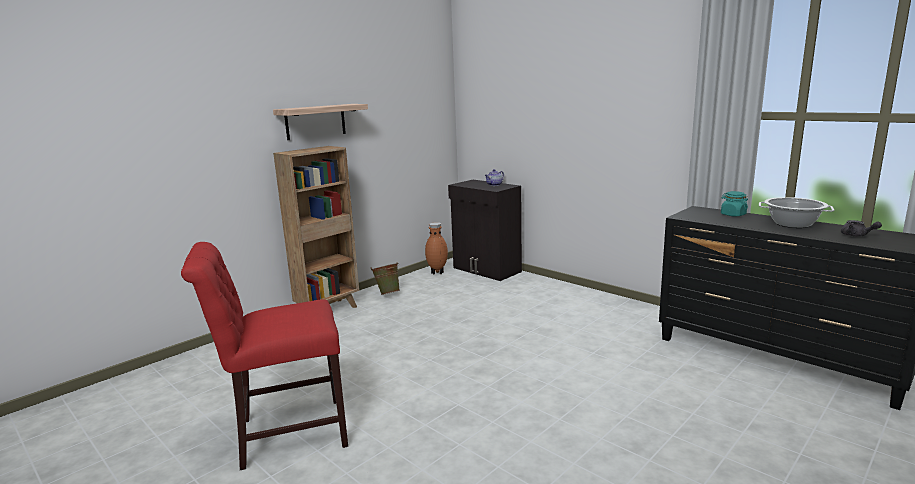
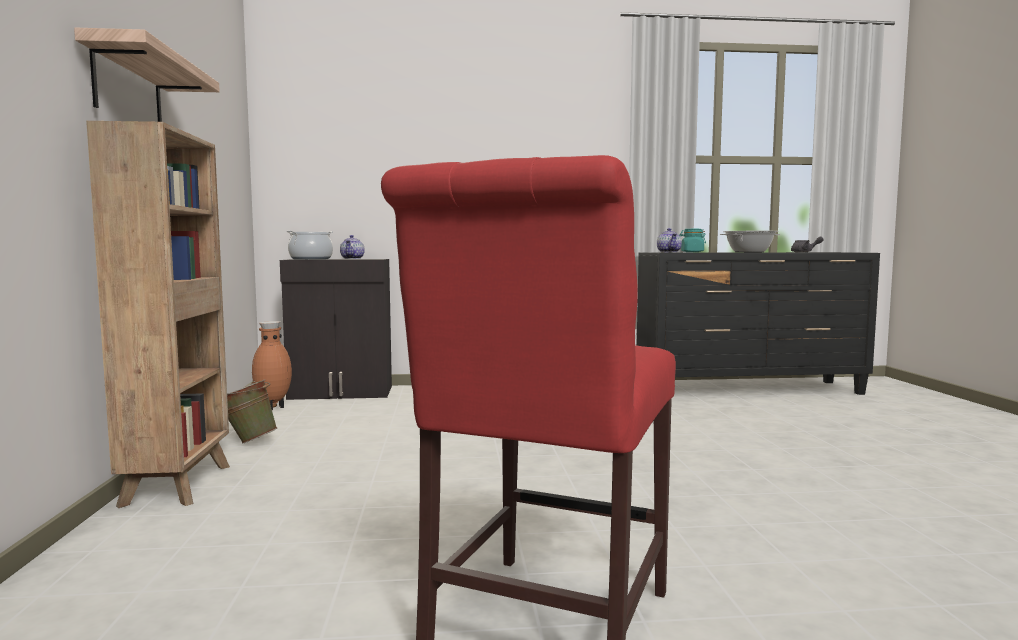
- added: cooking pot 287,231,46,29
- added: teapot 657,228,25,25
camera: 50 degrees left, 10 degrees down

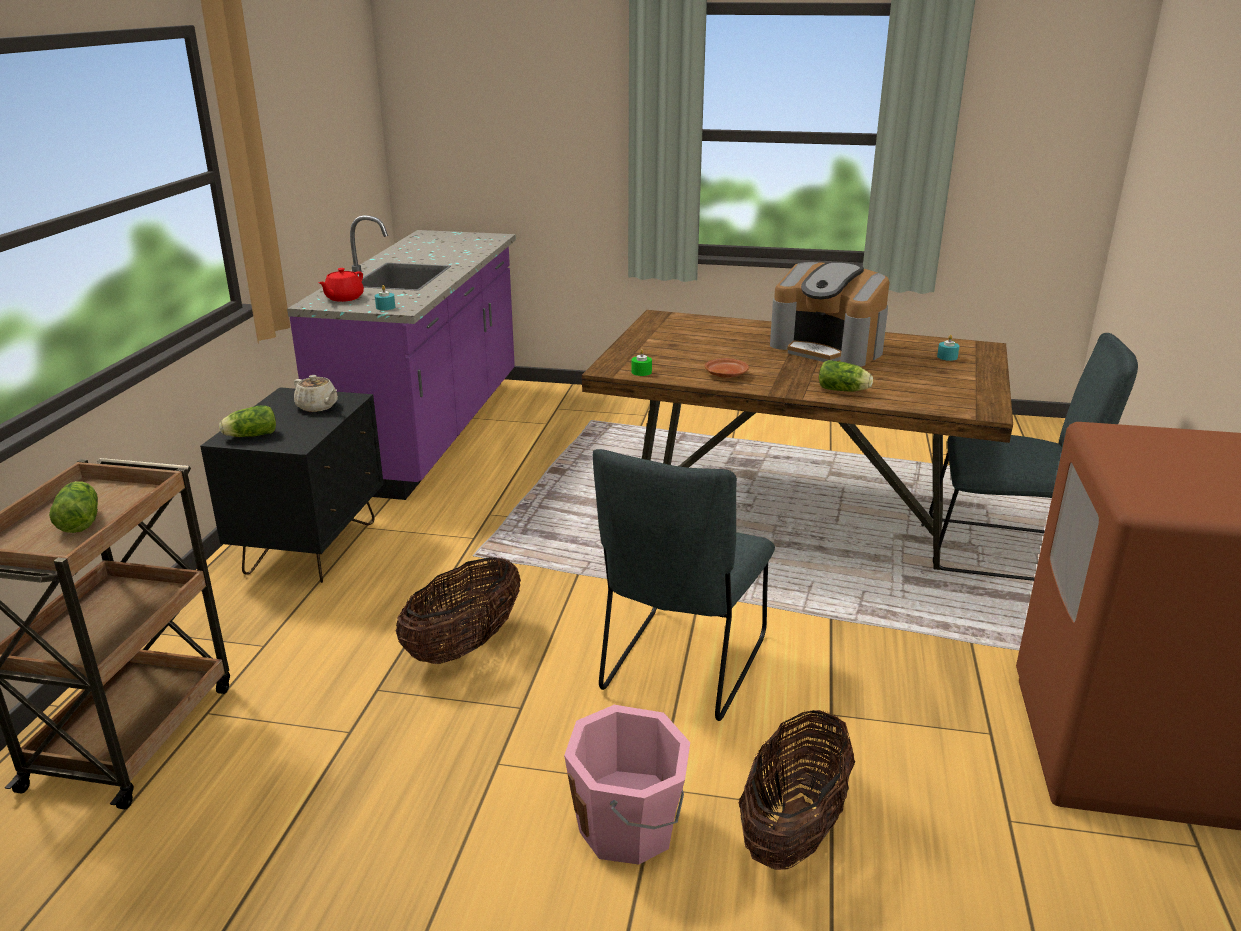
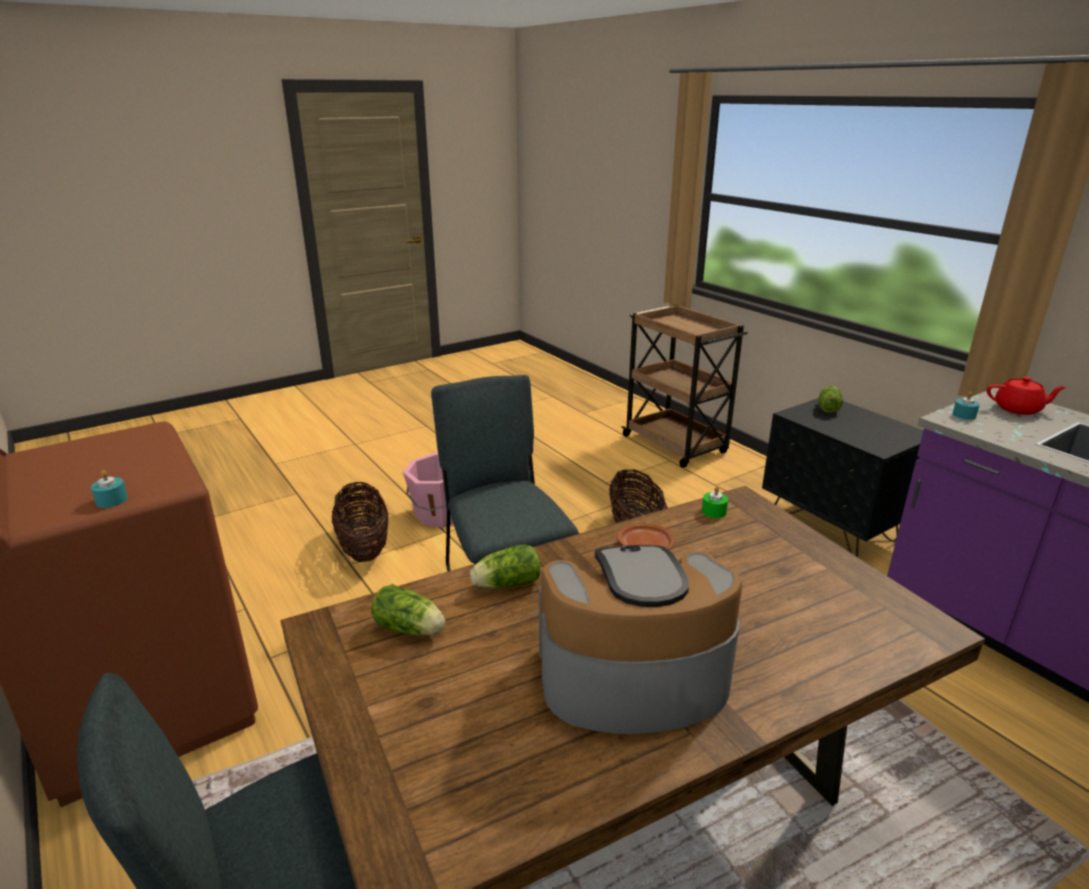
- moved: lettuce 49,481,49,52 to 371,584,74,51
- removed: teapot (beige) 294,375,44,37
- turned: teapot (red) 318,268,46,34 = 987,377,80,38 120 degrees clockwise
- moved: candle (turquoise) 937,335,22,26 to 91,470,37,38
camera: 135 degrees right, 0 degrees up

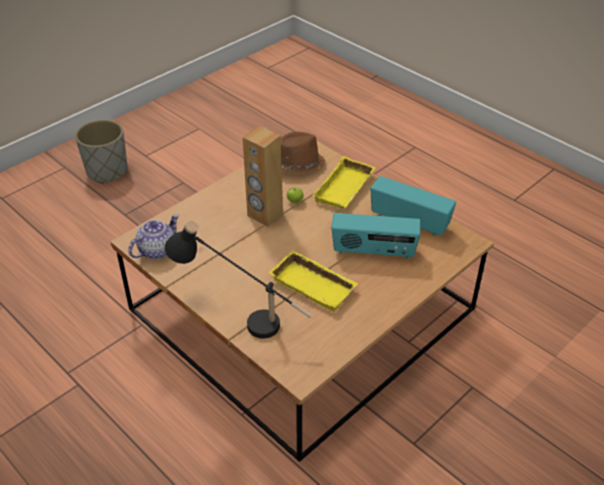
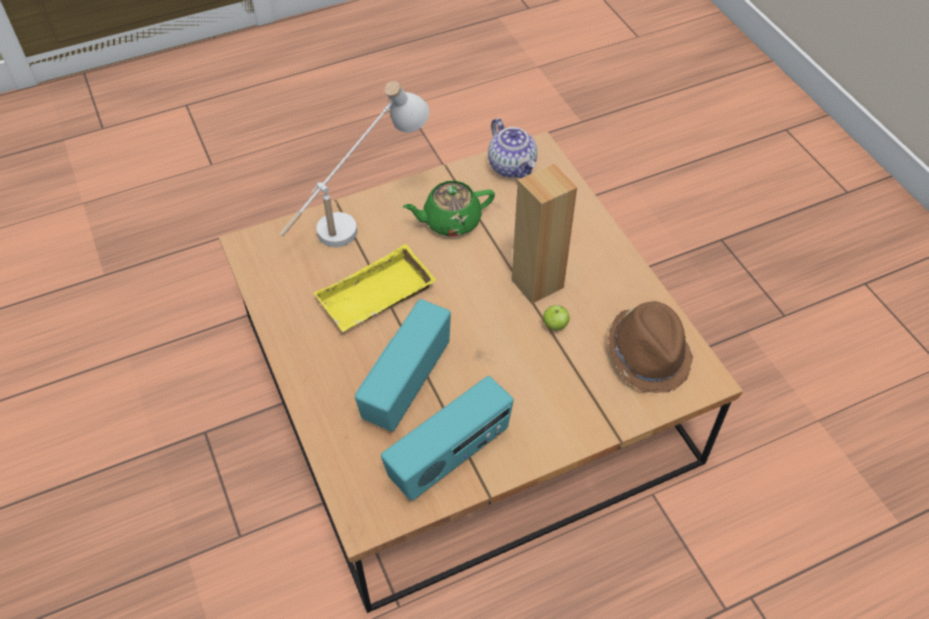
- removed: planter (grey) 75,120,52,64
- recoloured: table lamp (black) 165,221,147,118 to table lamp (white) 279,81,150,166
- removed: tray (yellow) 313,156,63,53
- added: teapot (green) 403,181,92,55
camera: 110 degrees right, 10 degrees up

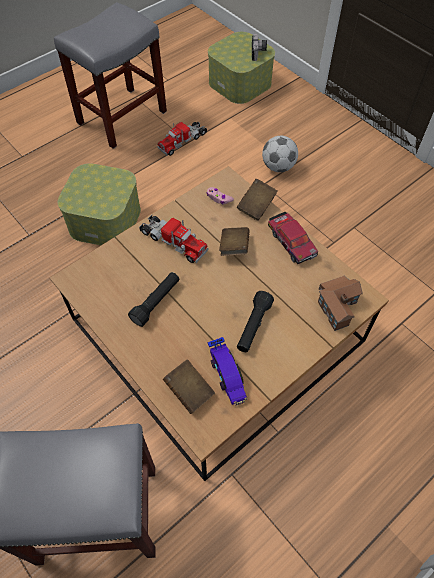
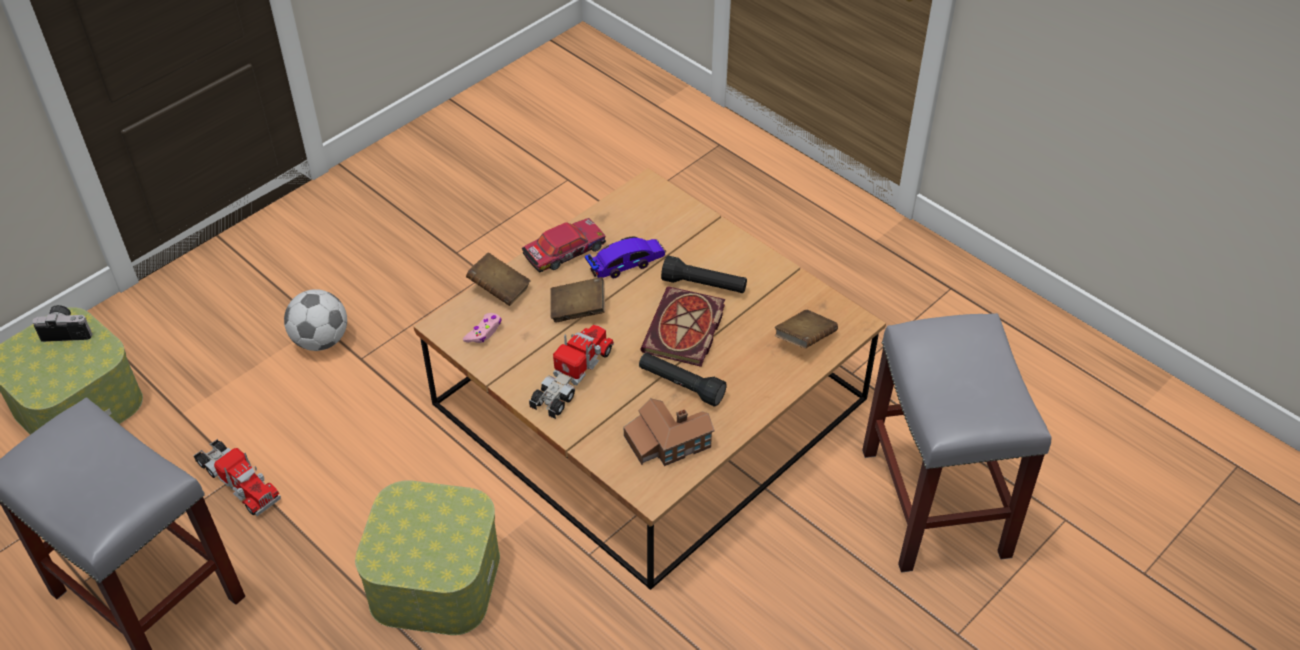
- moved: toy car 208,337,39,69 to 585,237,81,41
- moved: toy house 318,275,45,56 to 624,398,90,68
- added: book 641,286,84,81
camera: 95 degrees left, 10 degrees down

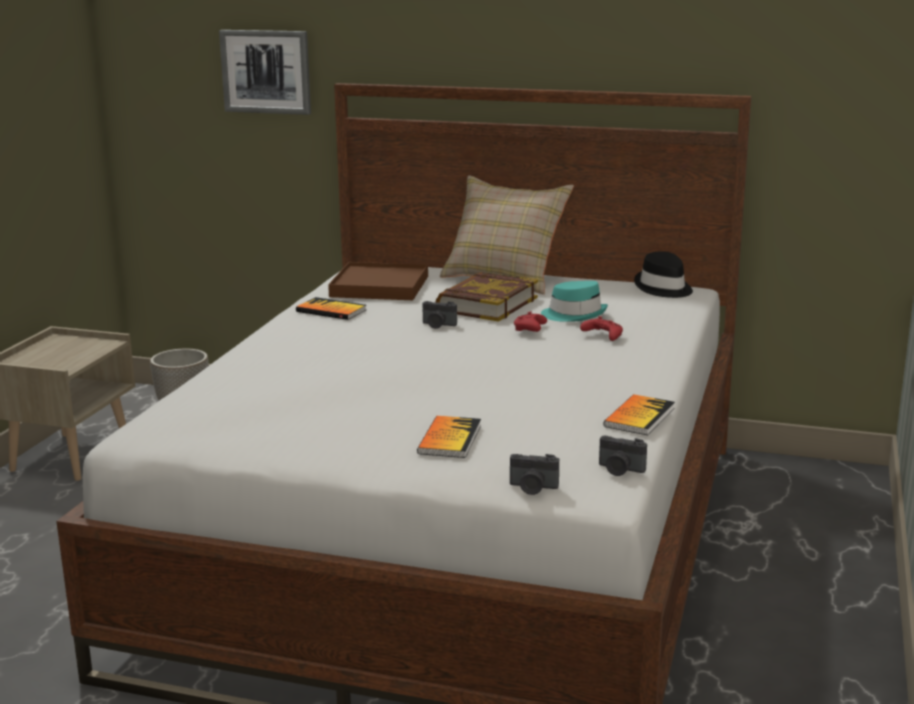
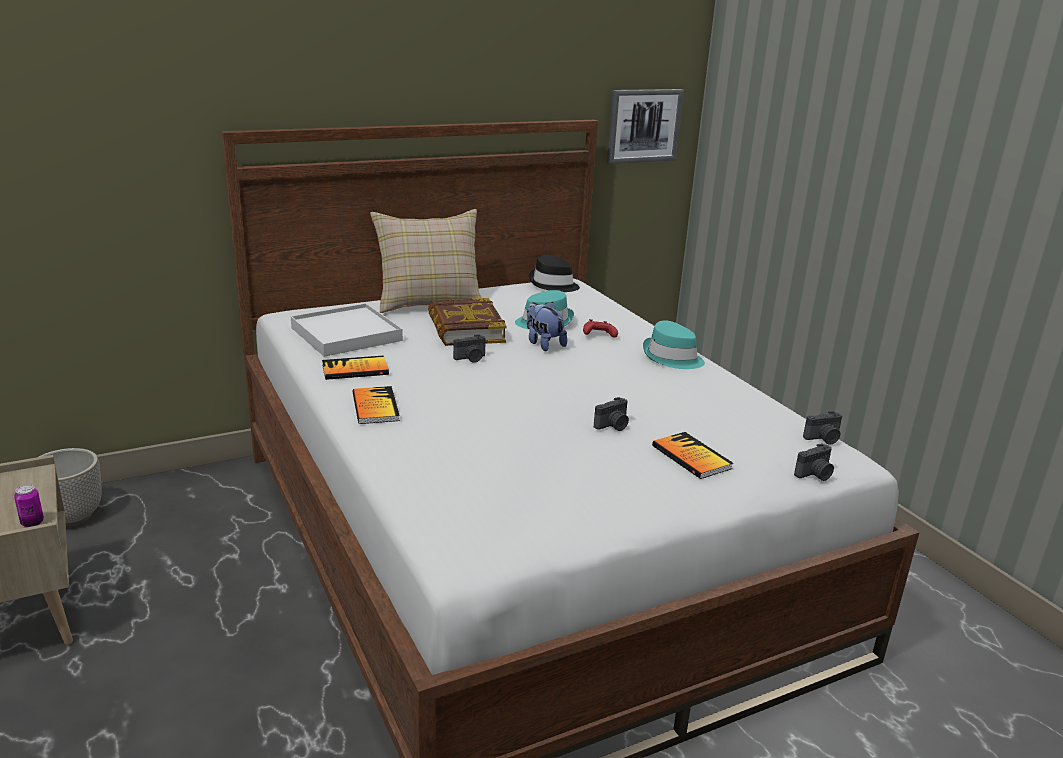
- moved: picture 219,30,92,85 to 607,89,77,75
- recoloured: tray (brown) 328,262,100,38 to tray (white) 291,303,112,54
- replaced: game controller (red) 514,312,33,20 to plush toy 527,302,40,49
- moved: book 603,394,72,41 to 352,386,48,38
- added: can 14,485,30,42
- added: photo camera 594,397,35,34
- added: hat (turquoise) 643,320,62,49
camera: 45 degrees left, 5 degrees up

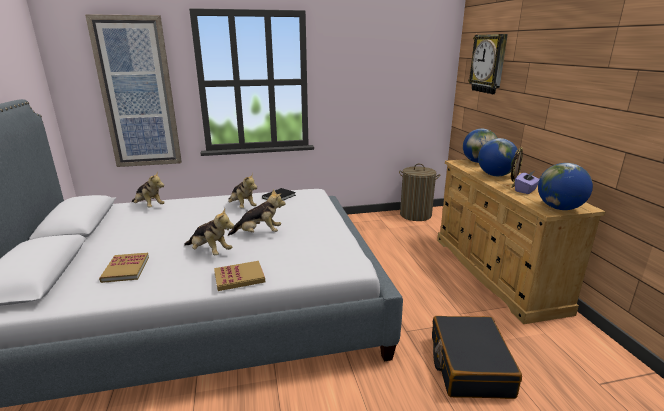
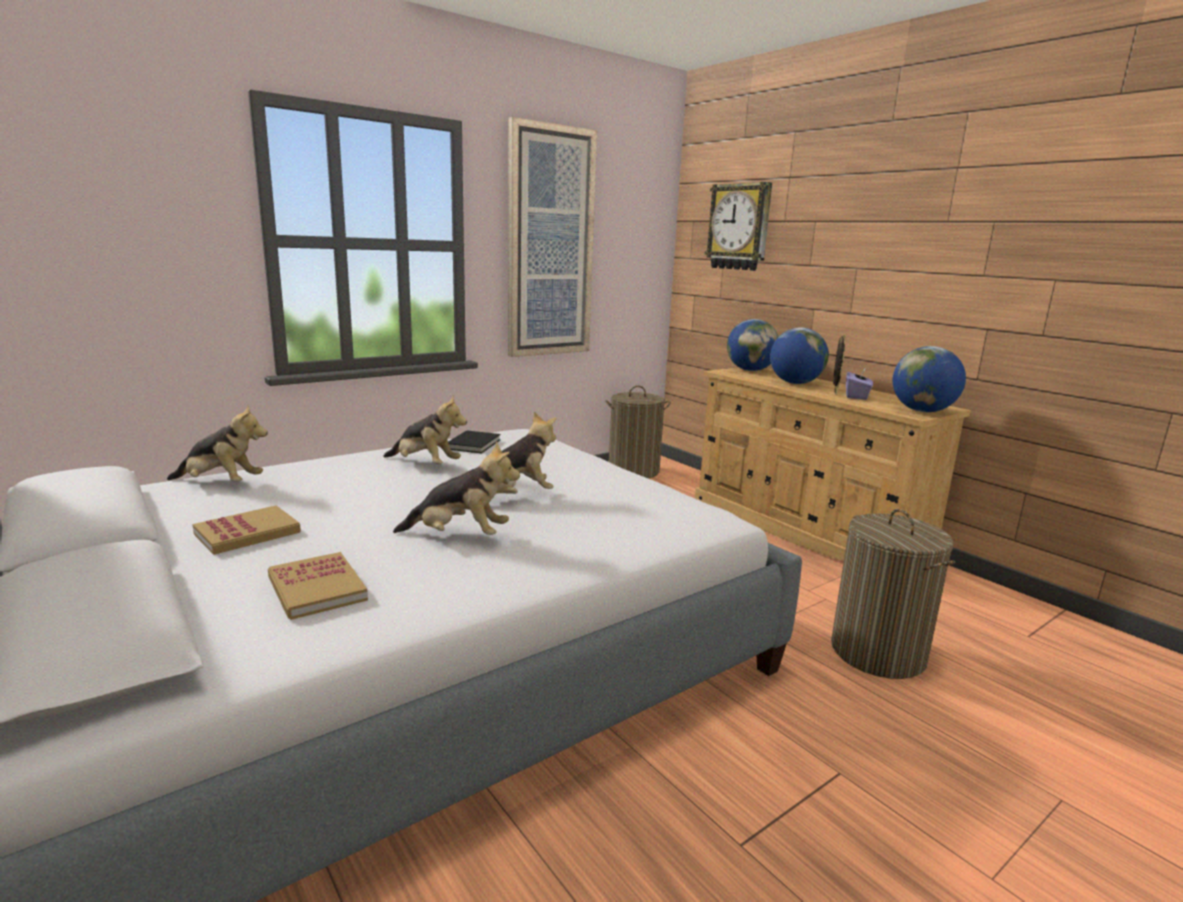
- moved: picture 85,14,97,153 to 508,117,89,240
- moved: book 214,261,51,30 to 192,505,109,50
- replaced: suitcase (black) 432,316,90,83 to laundry basket 831,509,124,170
camera: 25 degrees left, 5 degrees down

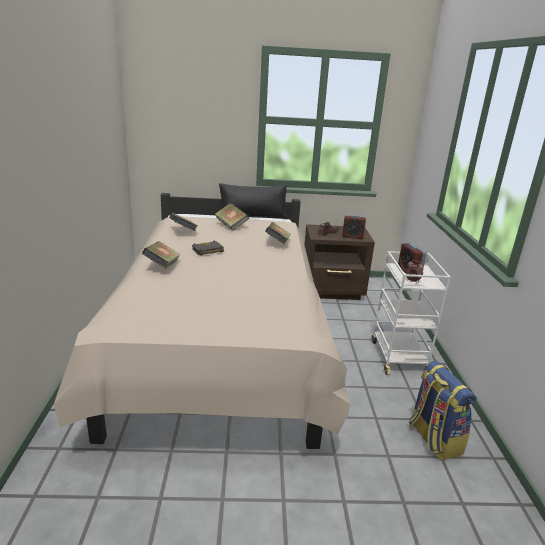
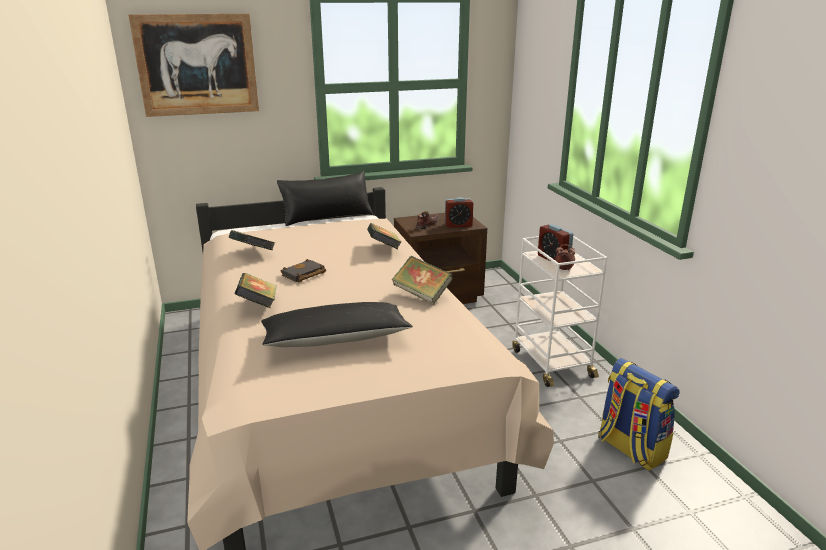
- moved: book 215,203,34,28 to 392,256,61,48
- added: picture 128,14,131,103
- added: pillow (black) 261,302,152,45
camera: 15 degrees left, 0 degrees up

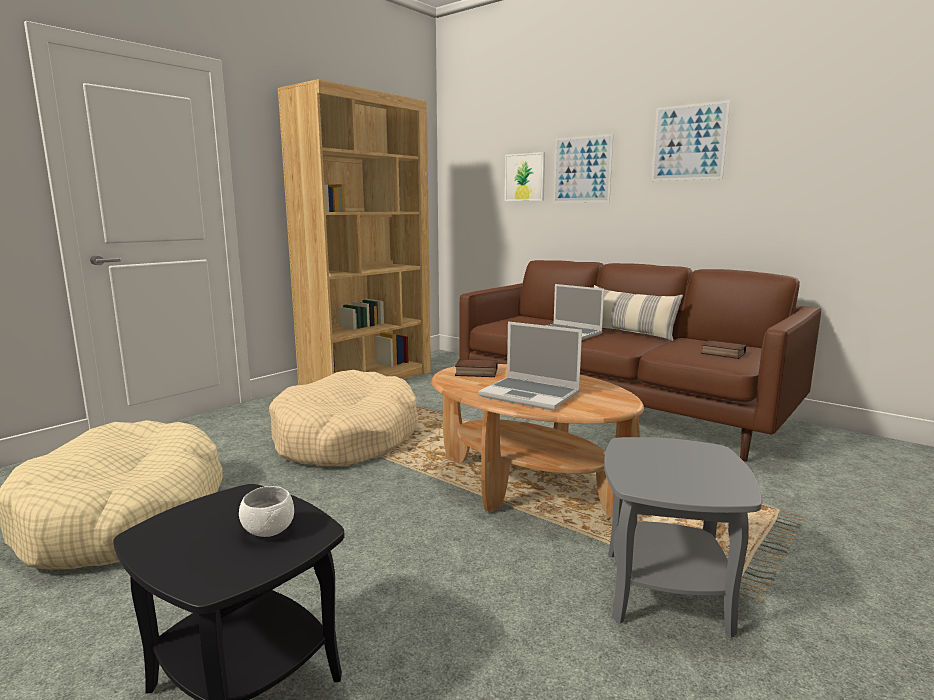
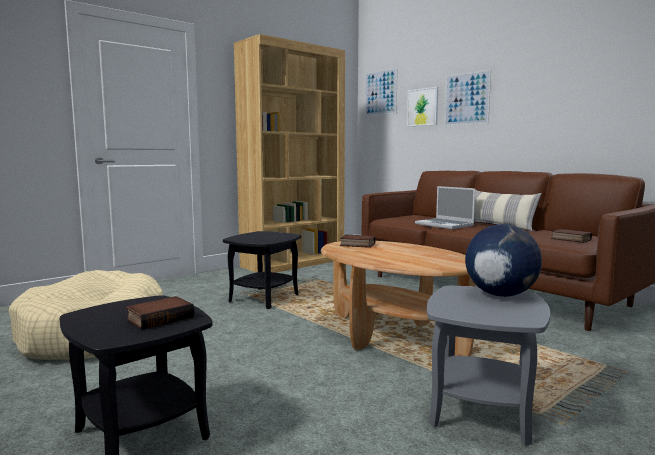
- replaced: bowl (white) 239,486,55,51 to book 126,296,68,34
- replaced: dog bed (beige) 269,370,150,96 to side table (black) 223,231,78,78
- removed: laptop 478,321,104,89
- moved: picture 651,100,79,81 to 365,67,33,49
- added: globe 465,224,77,73
camera: 10 degrees right, 5 degrees down

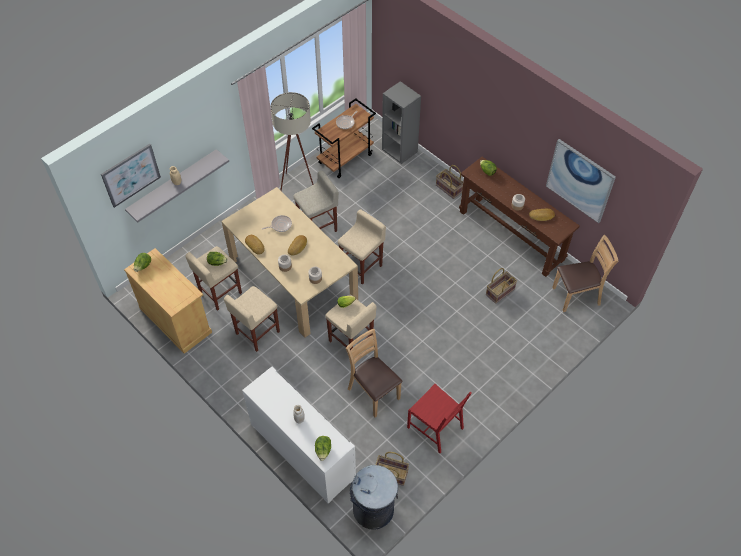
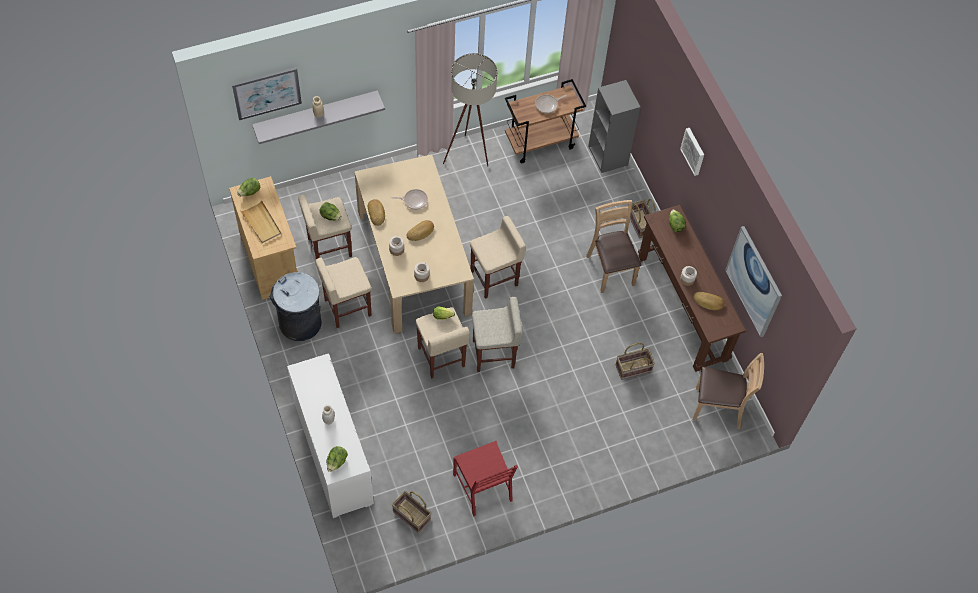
- moved: stool (beige) 293,170,46,62 to 472,297,51,75
- moved: chair (brown) 346,329,57,88 to 586,200,55,93
- moved: trash can (grey) 350,465,48,65 to 269,272,53,69
- added: tray (beige) 240,200,41,43
- added: picture 680,128,24,48
camera: 20 degrees right, 5 degrees up

